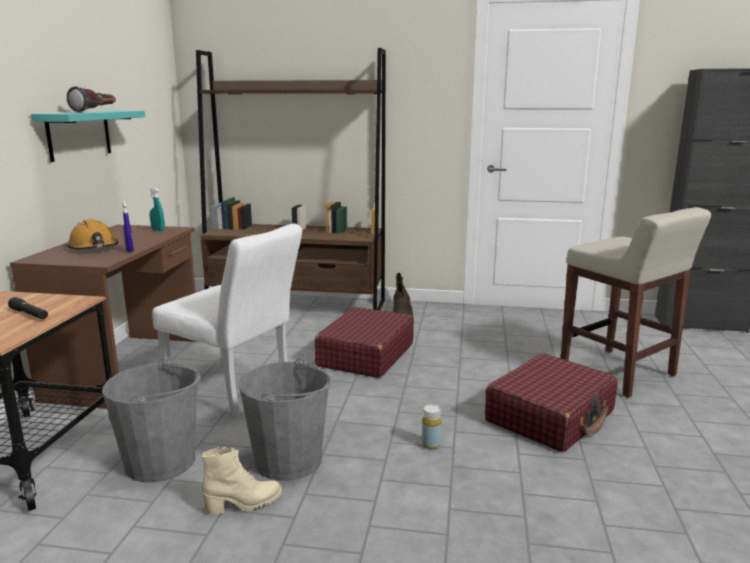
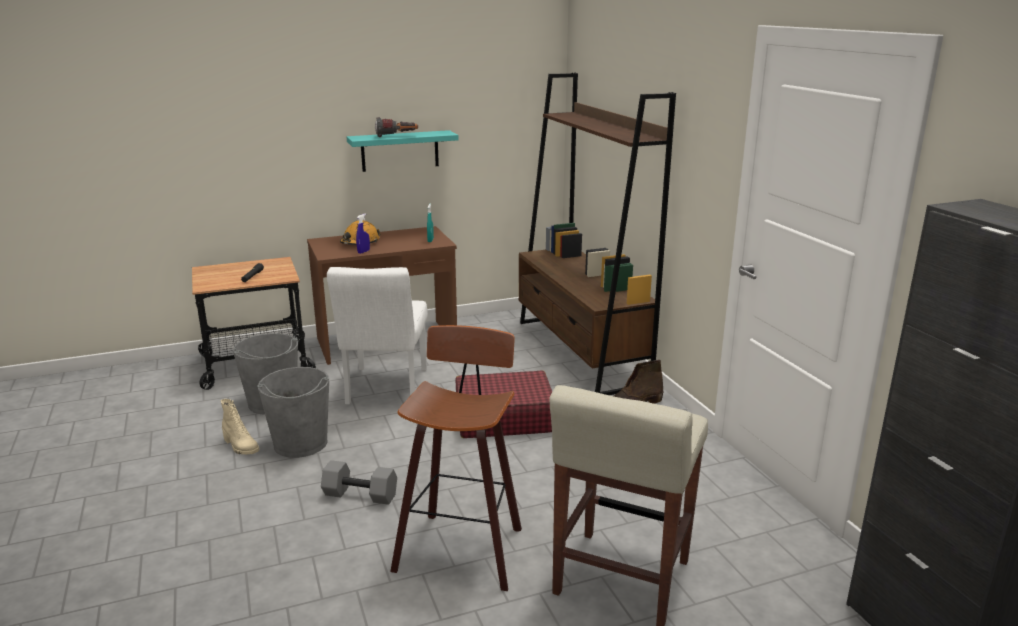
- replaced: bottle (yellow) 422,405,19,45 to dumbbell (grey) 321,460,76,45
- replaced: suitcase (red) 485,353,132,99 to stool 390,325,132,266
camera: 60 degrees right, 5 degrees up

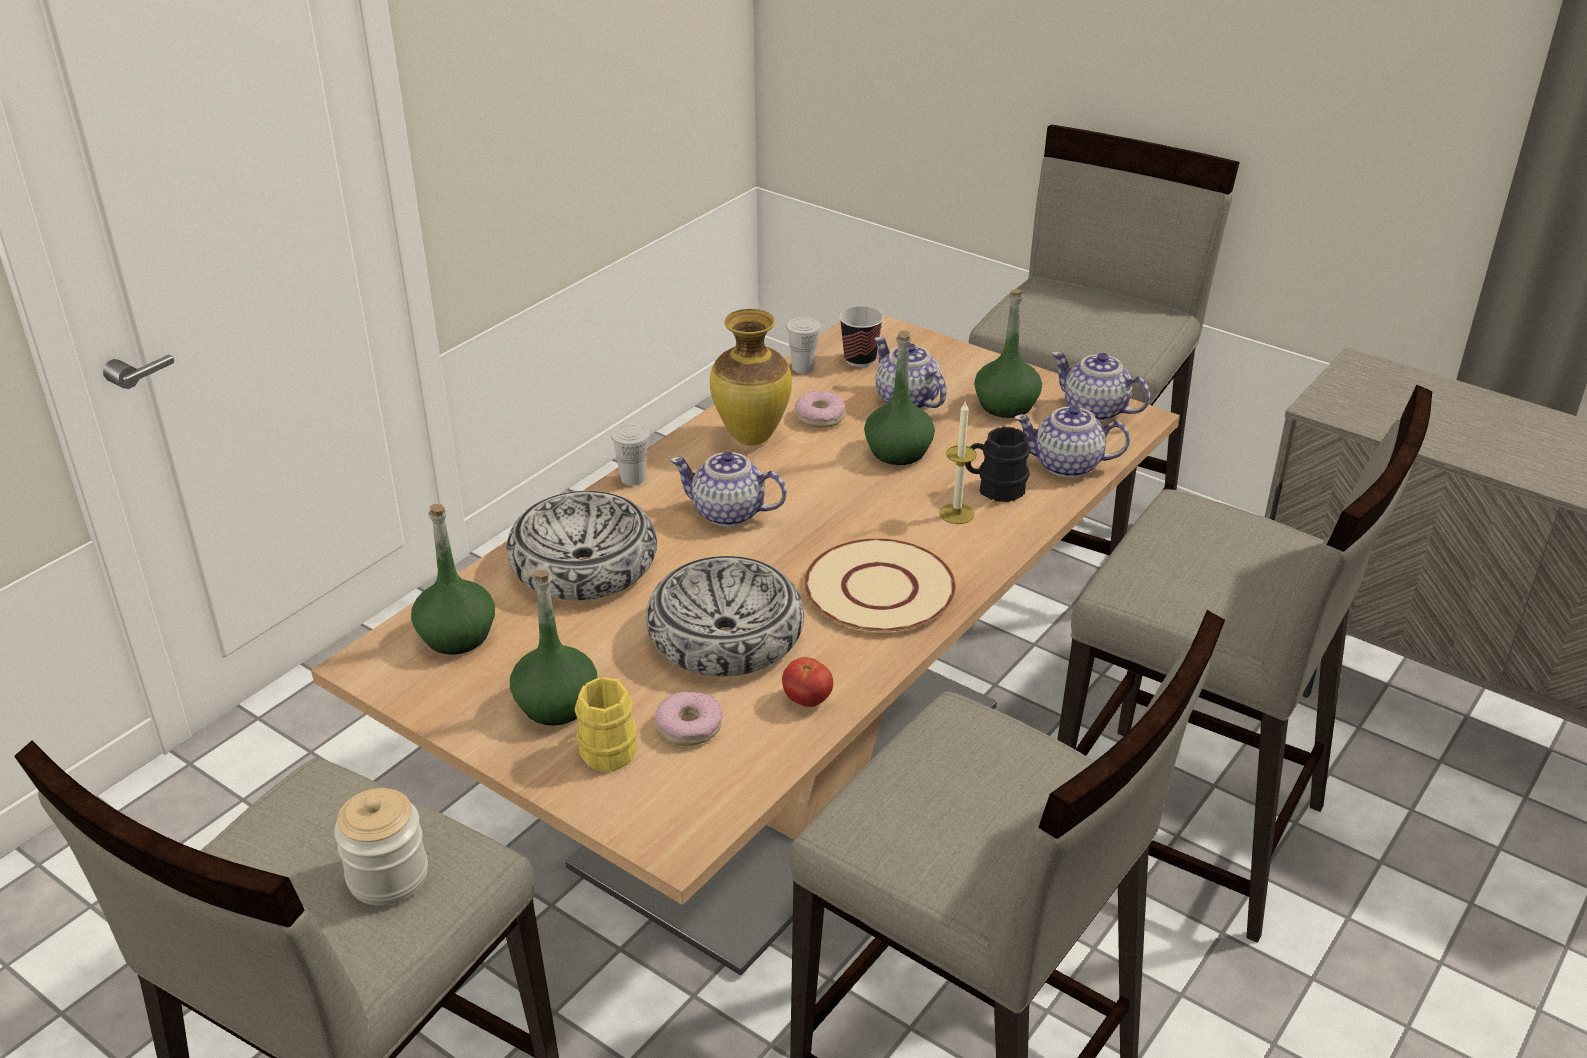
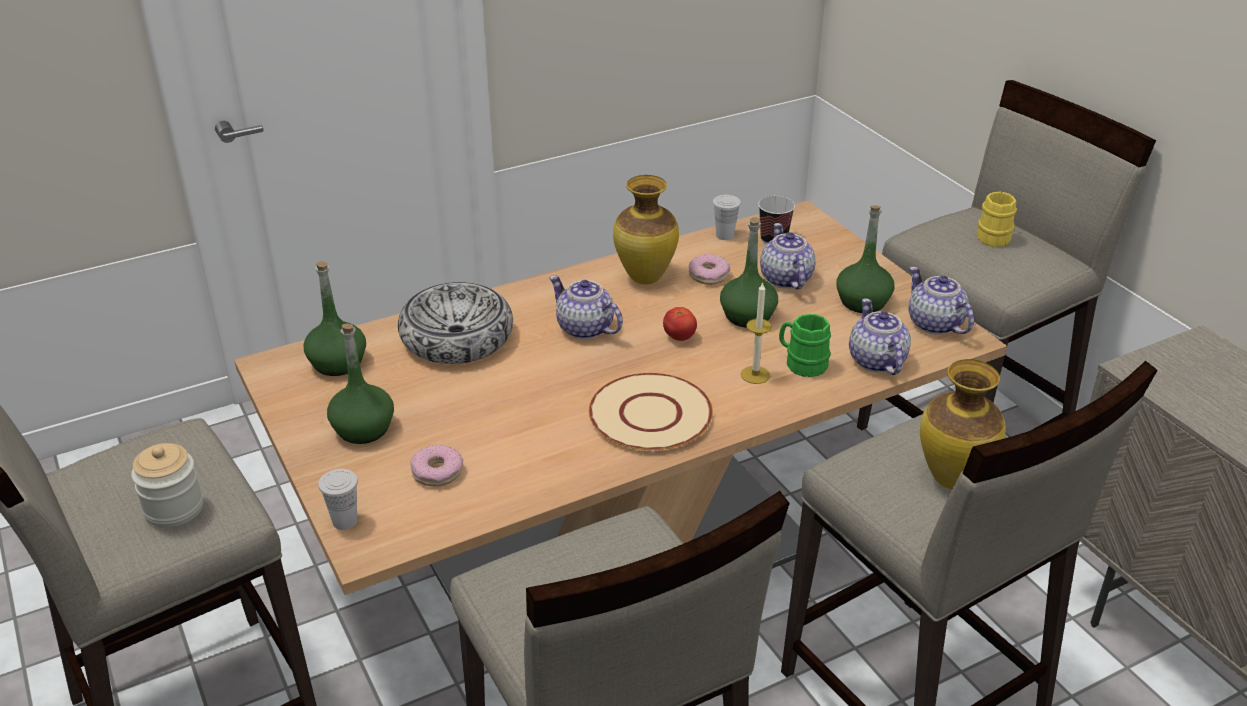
- moved: mug (yellow) 575,677,63,95 to 977,192,40,55
- moved: cup (white) 611,423,39,63 to 318,469,40,61
- removed: bowl 646,556,158,120
- moved: tomato 782,657,51,50 to 663,307,34,34
- recoloured: mug (black) 965,427,65,75 to mug (green) 779,314,52,63
- turned: teapot 1014,405,116,73 = 849,298,62,77 45 degrees clockwise
- added: vase 920,359,86,130
camera: 25 degrees right, 0 degrees up

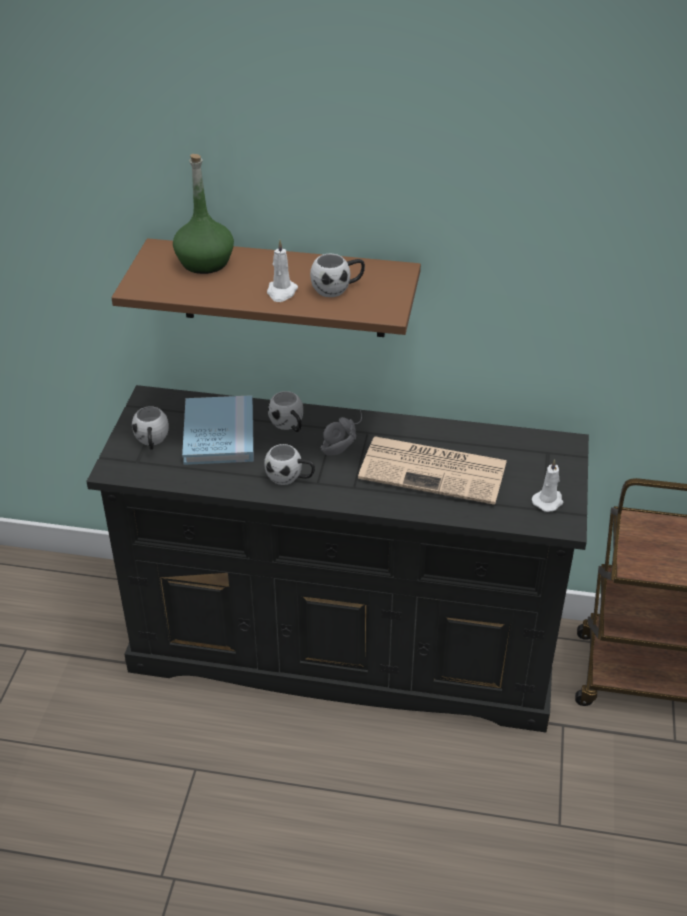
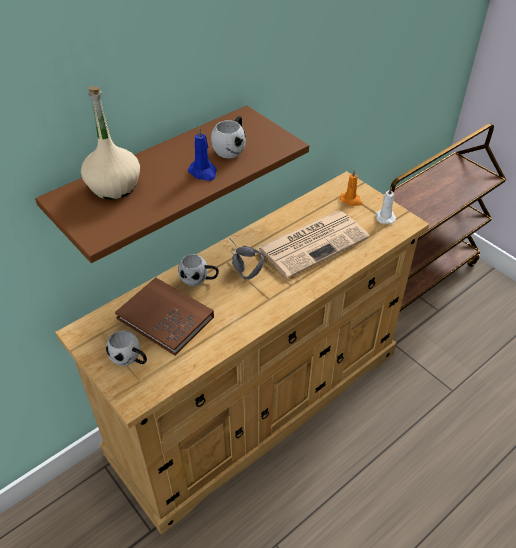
- recoloured: dresser (black) 86,385,503,348 to dresser (beige) 55,171,374,364
- recoloured: bottle (green) 173,154,61,120 to bottle (beige) 81,86,59,114
- recoloured: book (blue) 182,395,72,70 to book (brown) 115,277,99,79
- removed: mug (white) 264,444,51,41
- recoloured: candle (white) 267,240,31,62 to candle (blue) 188,126,29,55
- added: candle (orange) 340,169,22,37
camera: 50 degrees left, 5 degrees up

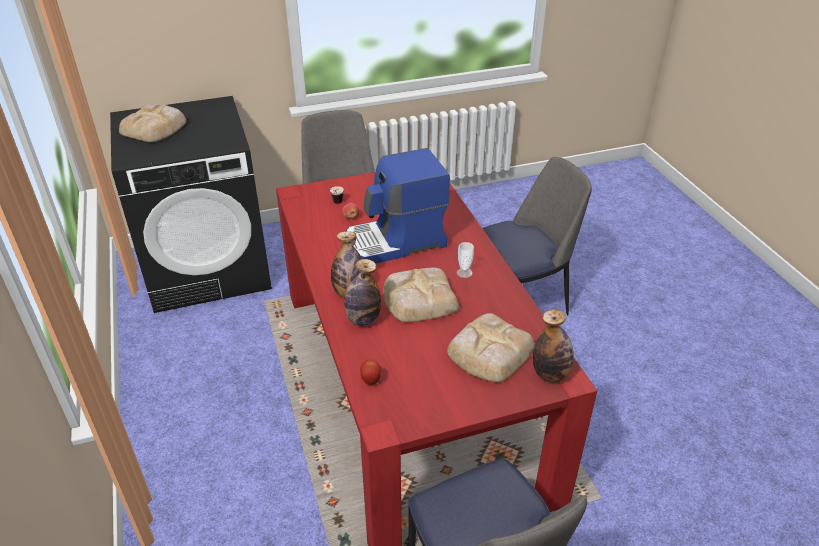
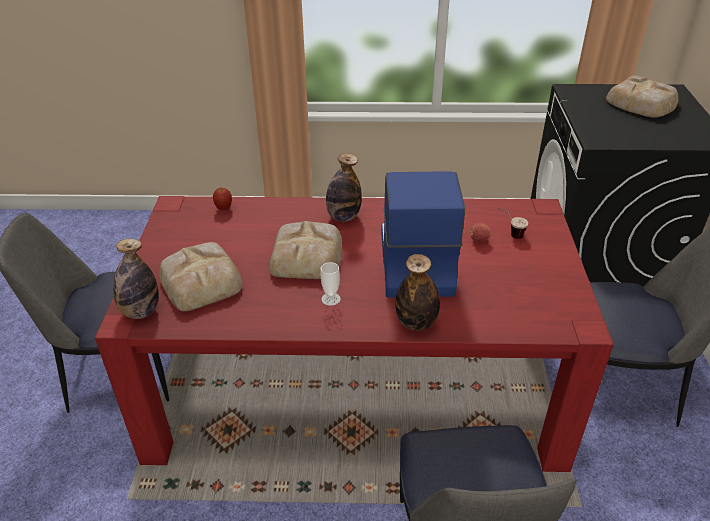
- moved: bottle 344,259,37,67 to 395,254,45,77
camera: 110 degrees right, 0 degrees up

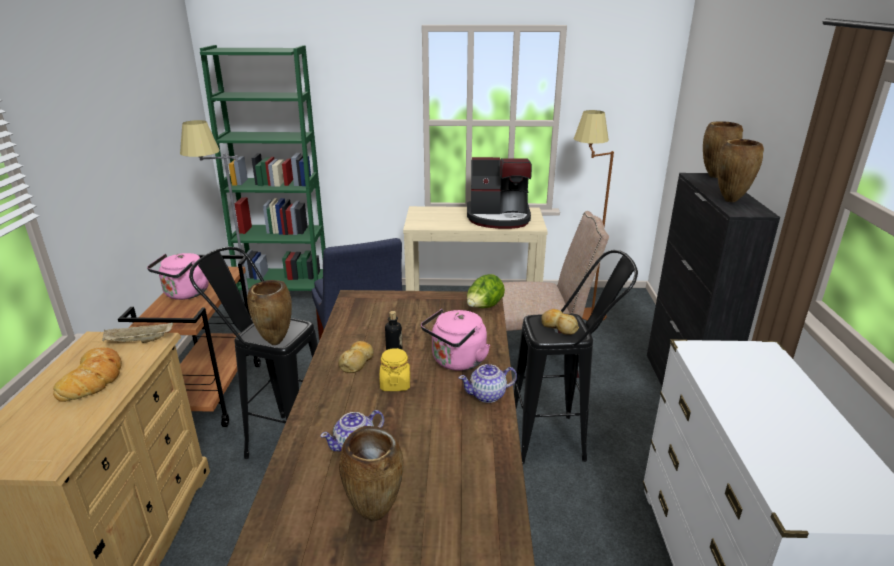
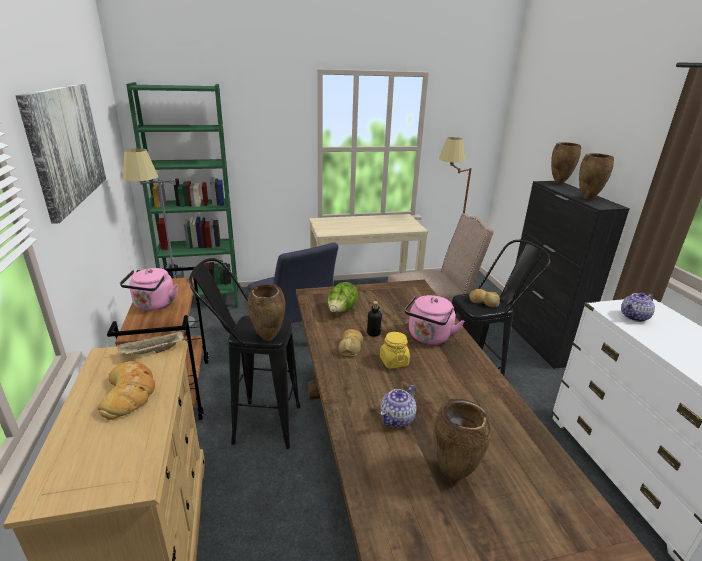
- moved: teapot 459,364,58,39 to 621,292,34,30
- removed: coffee machine 467,157,65,72
- moved: lettuce 467,274,38,34 to 327,282,31,31
- added: picture 15,84,91,140
camera: 15 degrees left, 0 degrees up

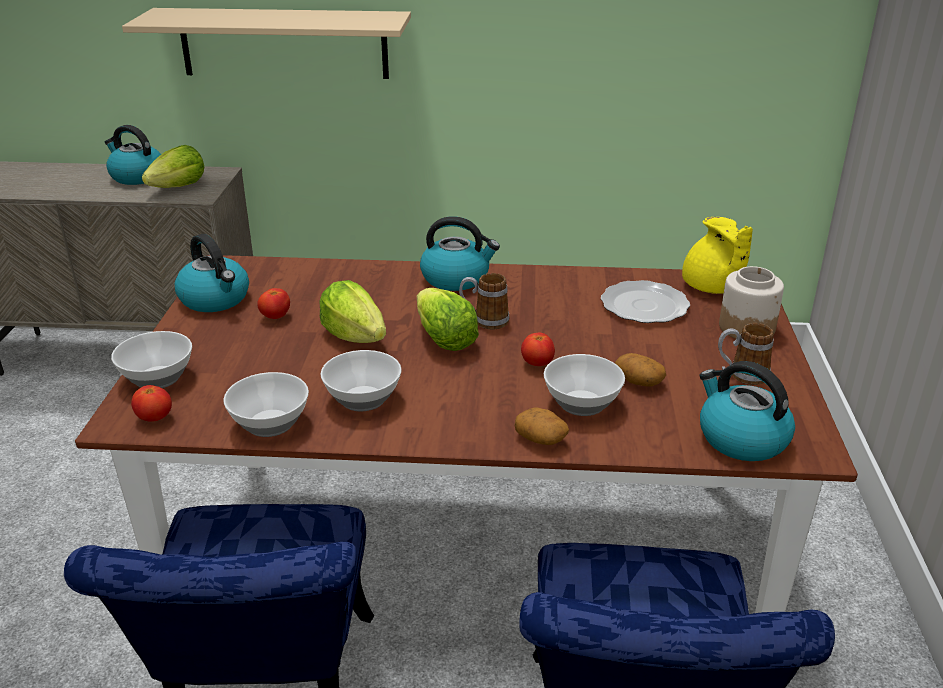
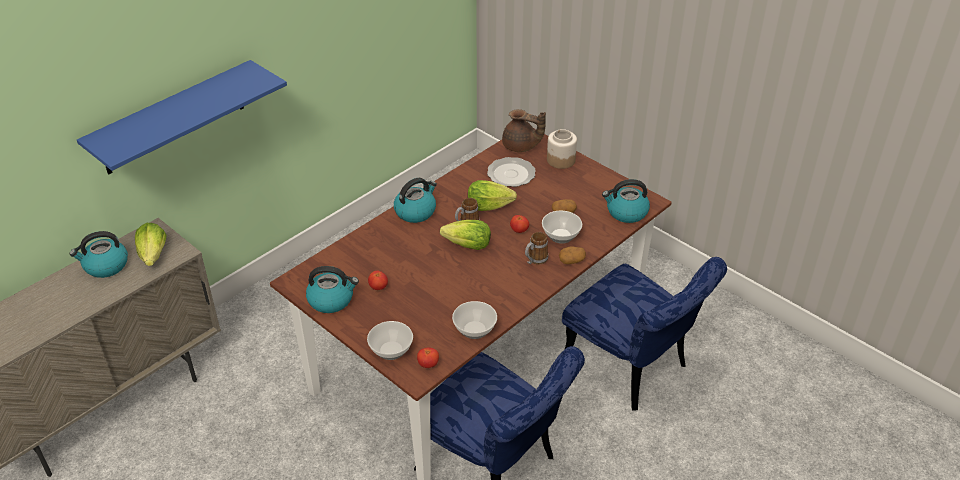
- recoloured: shelf (beige) 122,8,289,71 to shelf (blue) 77,60,210,114
- moved: lettuce 319,280,67,63 to 468,180,49,31
- removed: bowl 321,350,81,61
- recoloured: teapot (yellow) 682,217,71,77 to teapot (brown) 502,109,44,43
- moved: mug 718,323,56,62 to 525,232,23,32
camera: 50 degrees left, 10 degrees up

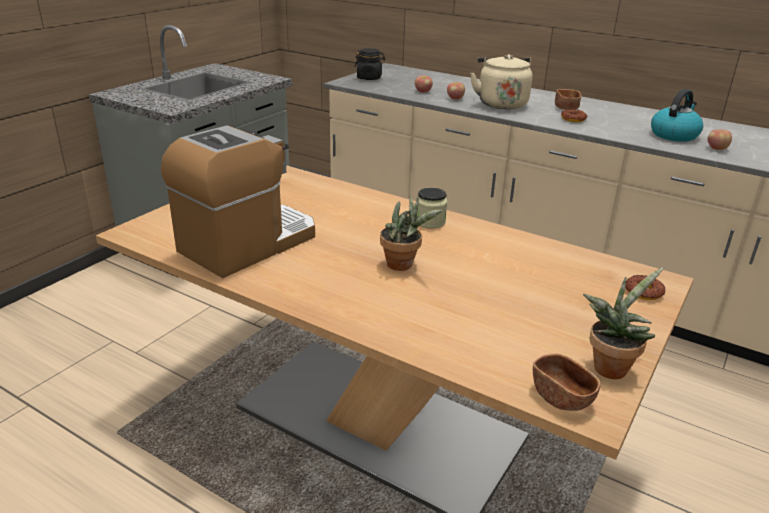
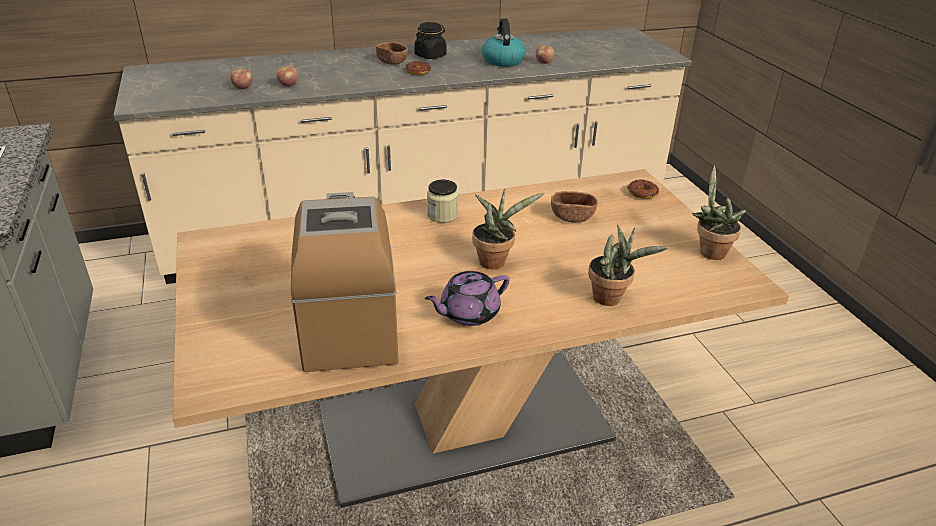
- moved: jar (black) 355,48,31,32 to 414,22,32,37
- removed: kettle (beige) 470,54,62,55
- moved: bowl (brown) 533,354,68,57 to 551,191,47,32
- added: teapot (purple) 425,271,84,55
- added: potted plant 588,224,80,82
camera: 50 degrees left, 5 degrees up

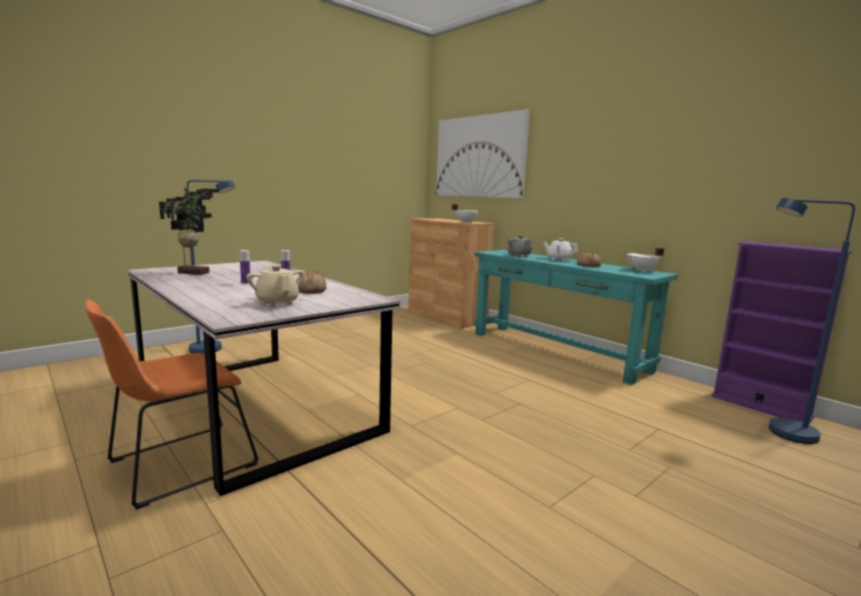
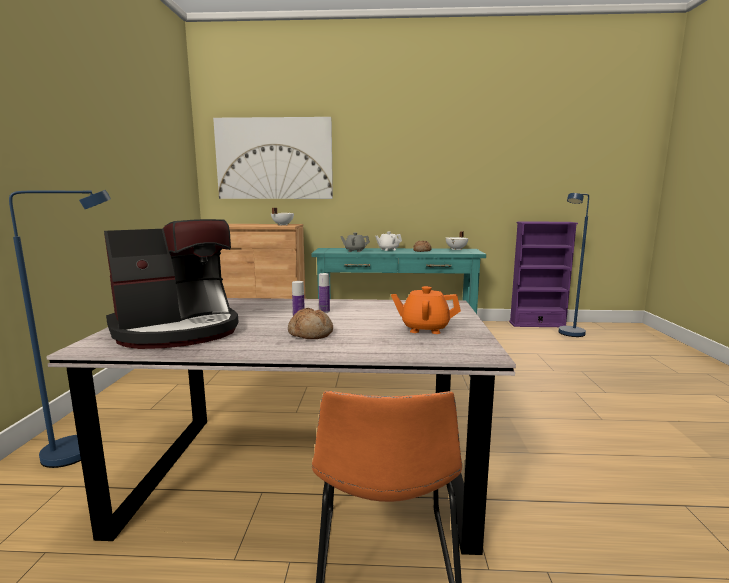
- replaced: potted plant 159,188,59,87 to coffee machine 104,219,135,130
- recoloured: teapot (beige) 246,265,58,42 to teapot (orange) 391,286,70,48
- moved: bread 296,271,30,23 to 288,308,45,31
camera: 45 degrees left, 0 degrees up

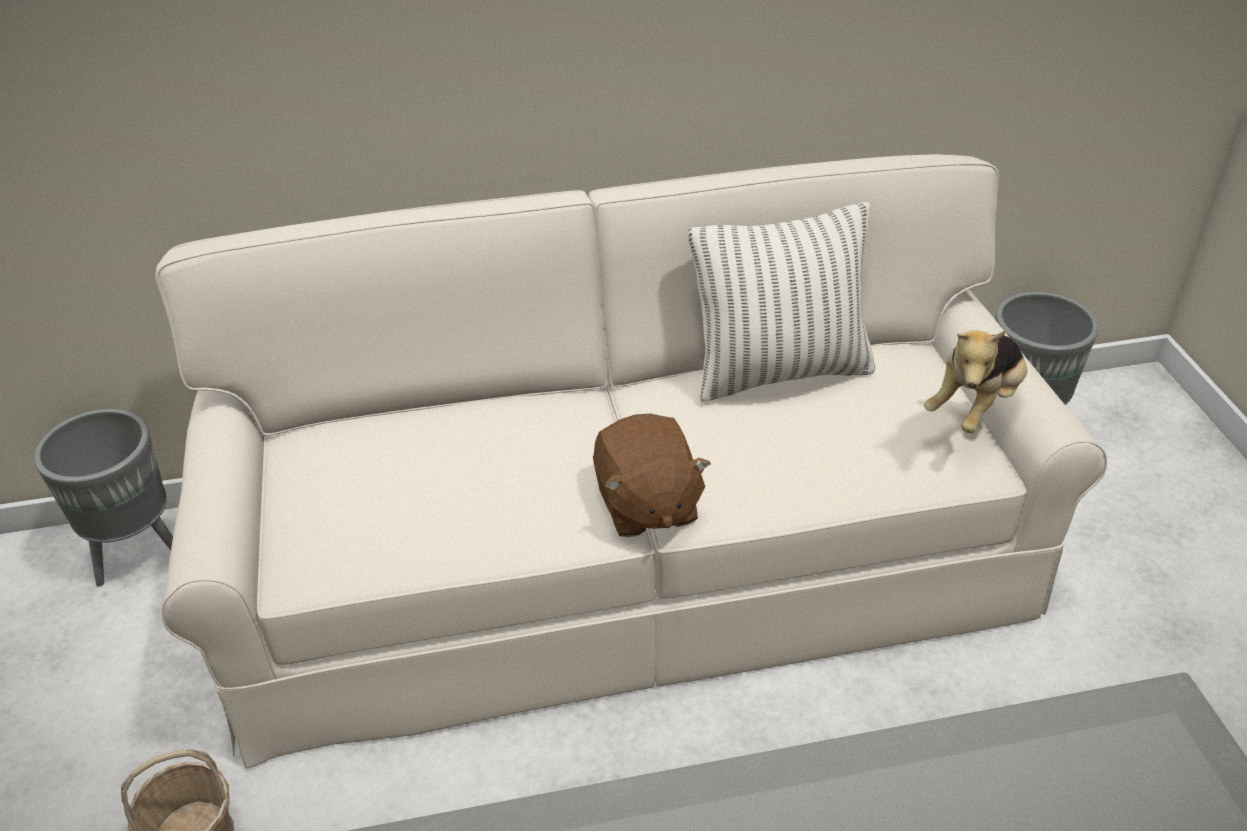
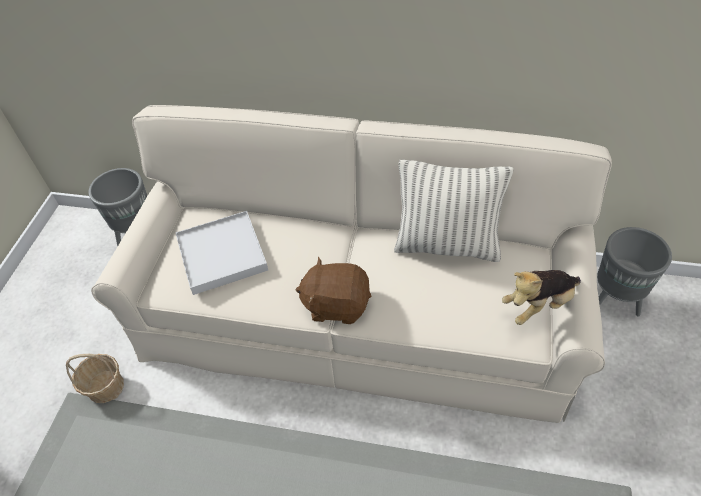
- turned: plush toy (brown) 593,414,118,123 = 295,257,76,67 90 degrees clockwise
- added: tray (white) 176,211,92,84
camera: 25 degrees right, 10 degrees up

